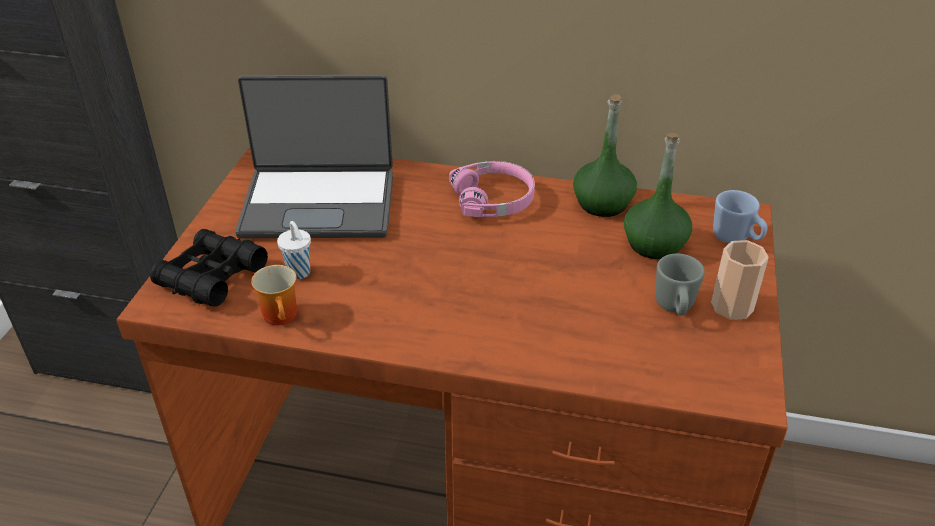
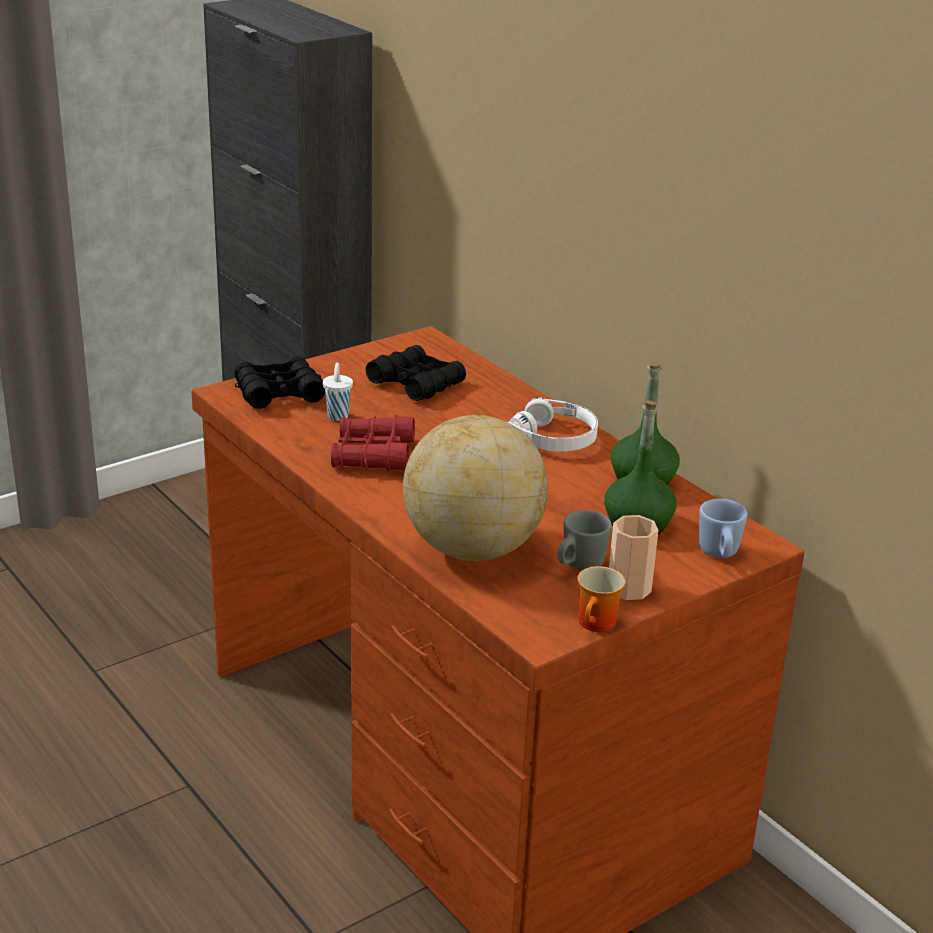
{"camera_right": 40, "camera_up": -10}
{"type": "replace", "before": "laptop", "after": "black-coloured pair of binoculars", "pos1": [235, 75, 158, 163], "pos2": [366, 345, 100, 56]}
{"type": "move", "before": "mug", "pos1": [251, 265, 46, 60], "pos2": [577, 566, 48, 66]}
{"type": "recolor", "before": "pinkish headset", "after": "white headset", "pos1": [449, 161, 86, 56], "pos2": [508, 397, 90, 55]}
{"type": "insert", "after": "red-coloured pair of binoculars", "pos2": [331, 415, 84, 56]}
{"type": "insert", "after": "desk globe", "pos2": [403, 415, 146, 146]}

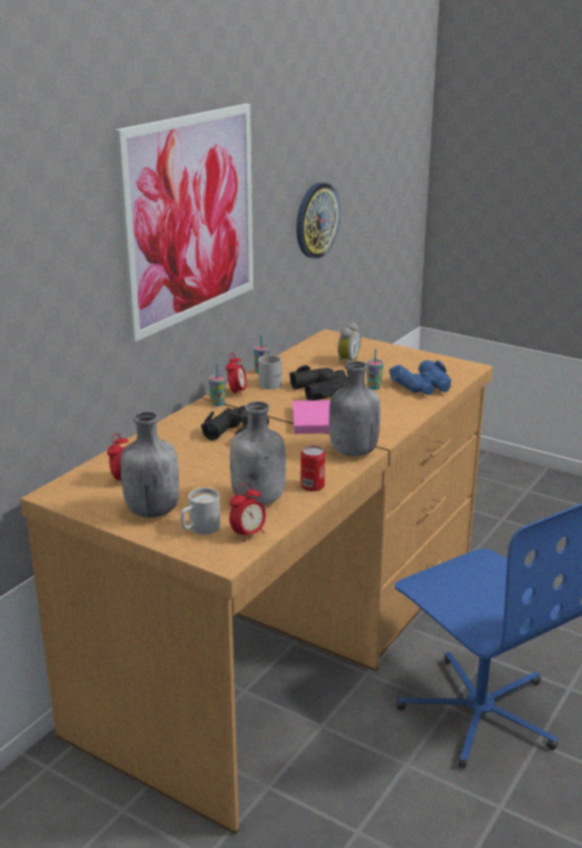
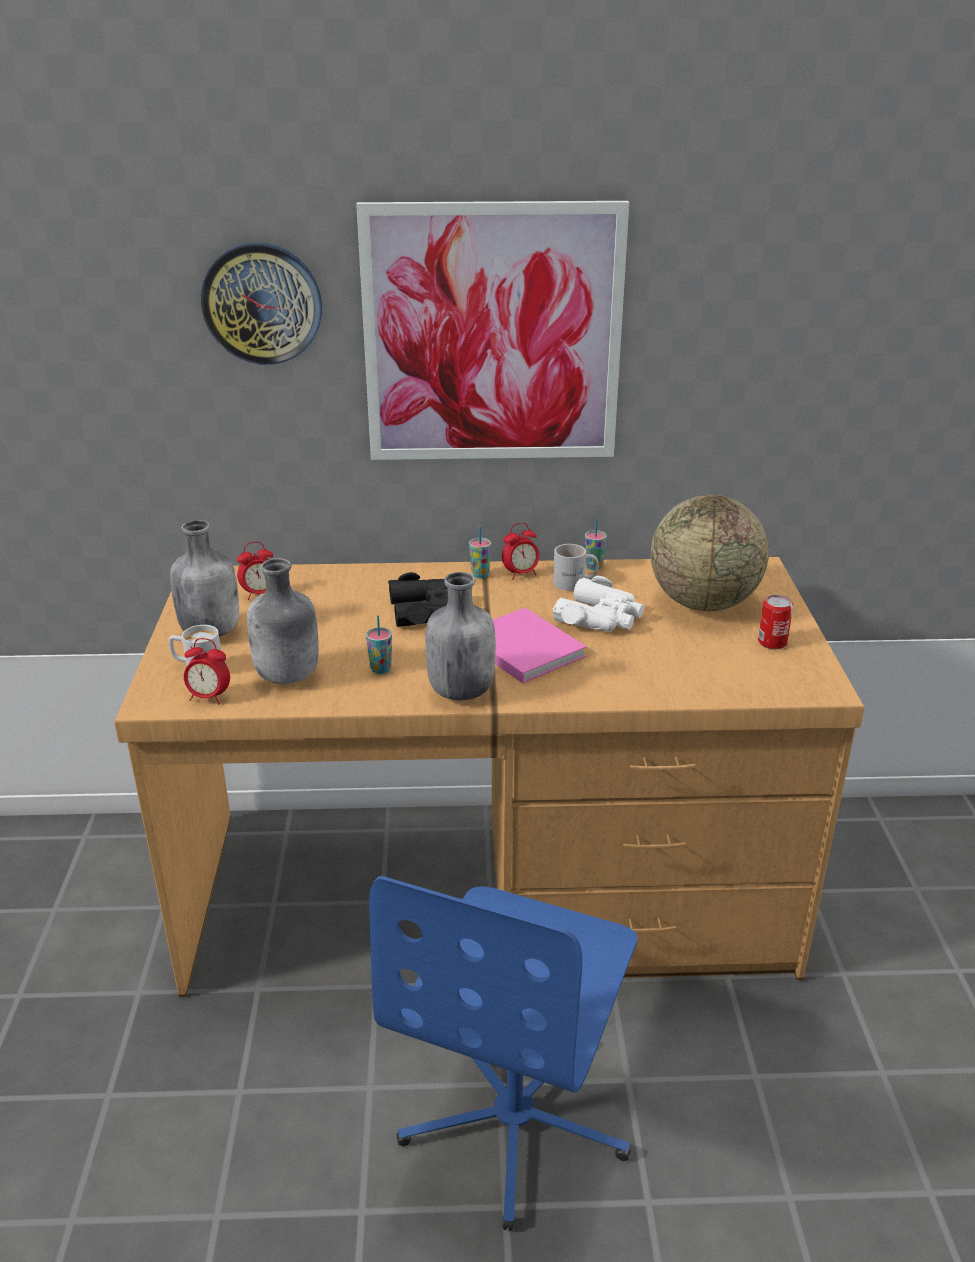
{"camera_right": 55, "camera_up": 5}
{"type": "recolor", "before": "black-coloured pair of binoculars", "after": "white pair of binoculars", "pos1": [289, 365, 58, 36], "pos2": [553, 576, 91, 56]}
{"type": "move", "before": "clock on the wall", "pos1": [296, 182, 44, 77], "pos2": [201, 243, 121, 122]}
{"type": "move", "before": "sealed can", "pos1": [301, 446, 24, 46], "pos2": [758, 595, 35, 54]}
{"type": "replace", "before": "bedside clock", "after": "desk globe", "pos1": [338, 323, 23, 40], "pos2": [651, 495, 118, 116]}
{"type": "move", "before": "drinking cup", "pos1": [367, 349, 17, 41], "pos2": [366, 615, 26, 59]}
{"type": "delete", "before": "blue-coloured pair of binoculars", "pos1": [389, 360, 62, 35]}

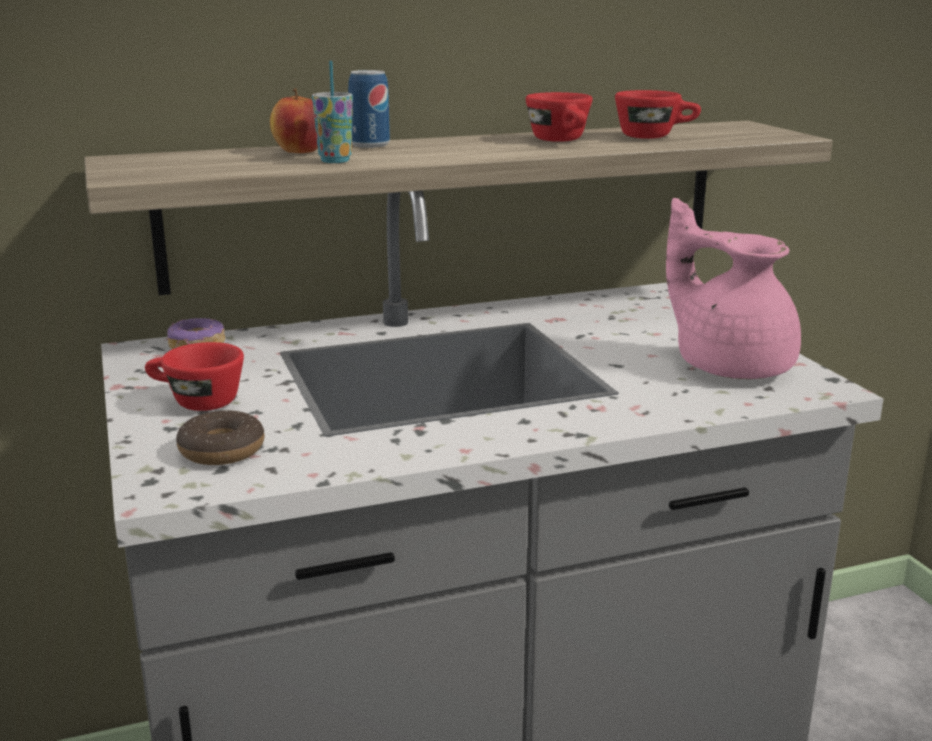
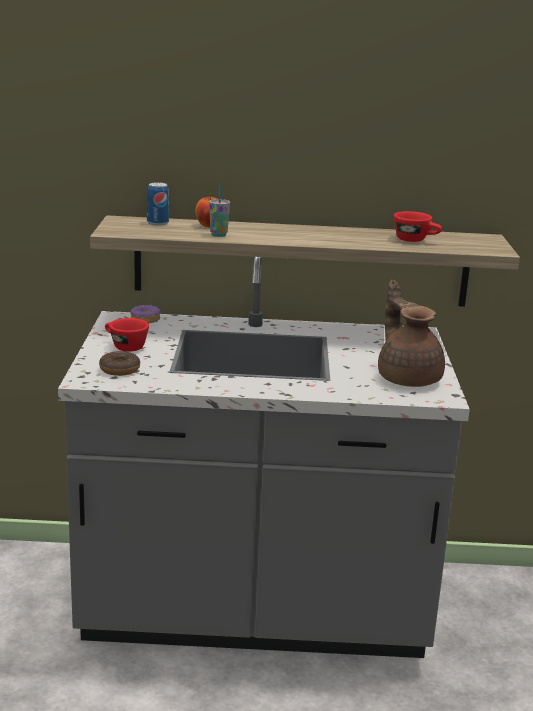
{"camera_right": 20, "camera_up": 0}
{"type": "move", "before": "sealed can", "pos1": [348, 70, 42, 78], "pos2": [147, 182, 22, 44]}
{"type": "delete", "before": "red-coloured drinking cup", "pos1": [526, 92, 66, 50]}
{"type": "recolor", "before": "pinkish pot for tea", "after": "brown pot for tea", "pos1": [666, 198, 135, 181], "pos2": [378, 280, 67, 107]}

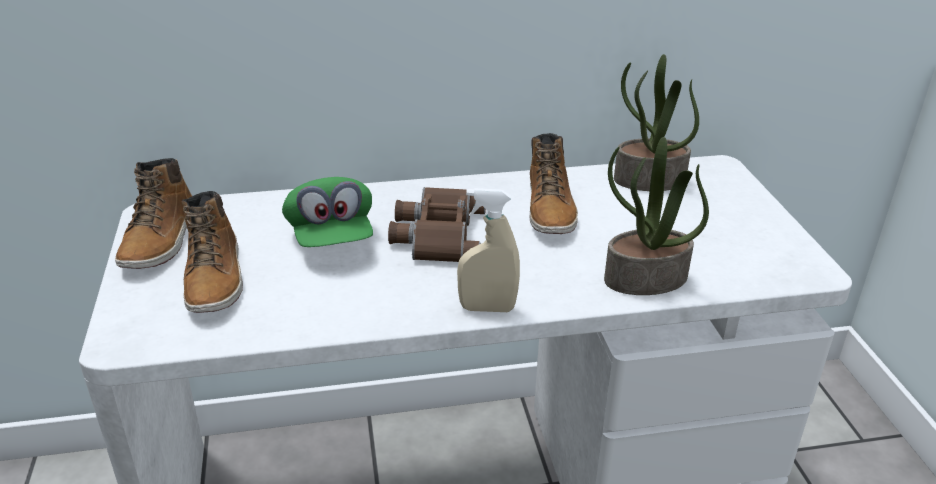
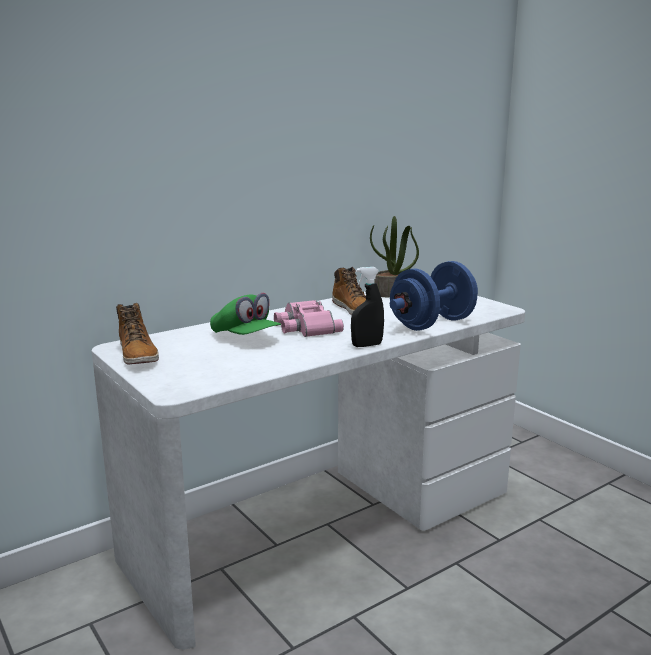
{"camera_right": -25, "camera_up": -15}
{"type": "delete", "before": "high-top boot", "pos1": [181, 191, 62, 122]}
{"type": "recolor", "before": "brown pair of binoculars", "after": "pinkish pair of binoculars", "pos1": [388, 187, 98, 75], "pos2": [274, 300, 70, 37]}
{"type": "recolor", "before": "beige-coloured sprayer", "after": "black-coloured sprayer", "pos1": [457, 188, 63, 124], "pos2": [351, 267, 33, 80]}
{"type": "replace", "before": "houseplant", "after": "blue-coloured free weight", "pos1": [604, 137, 105, 158], "pos2": [390, 261, 88, 70]}

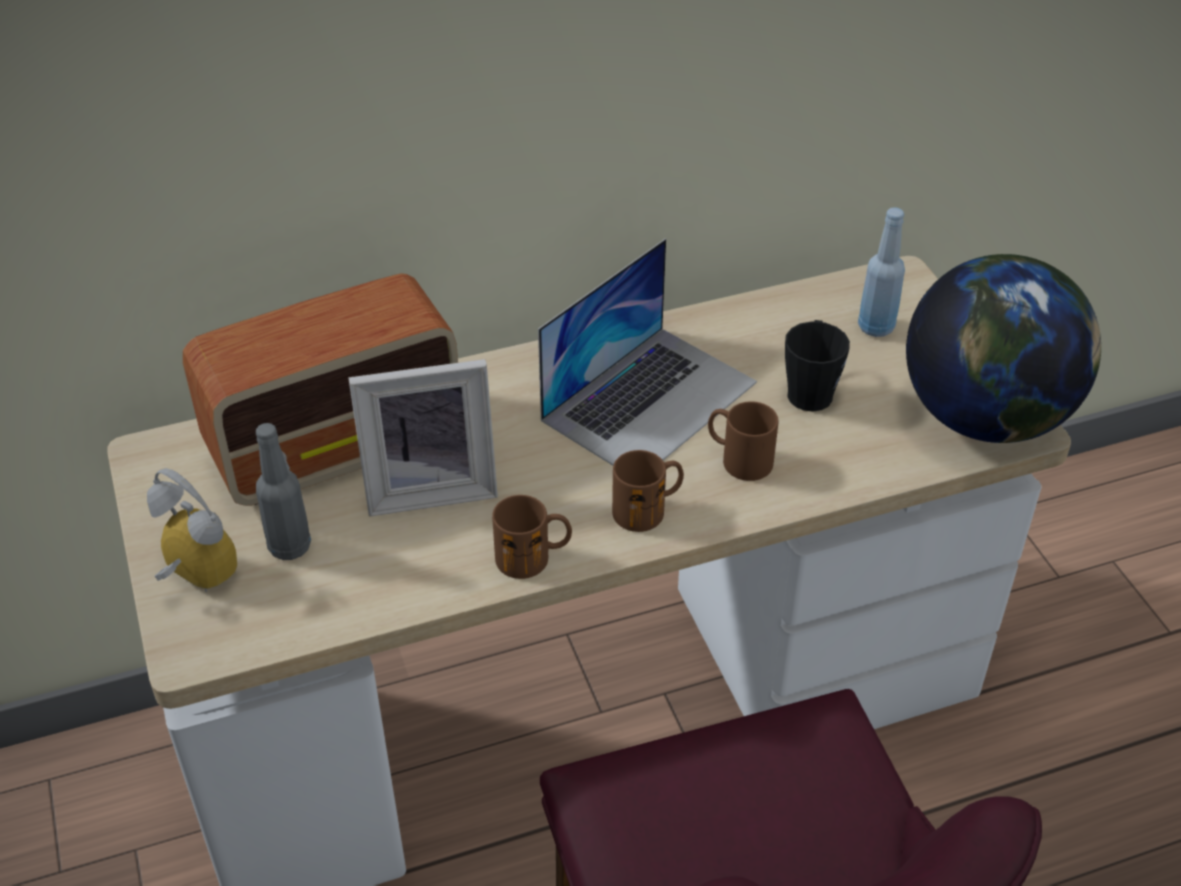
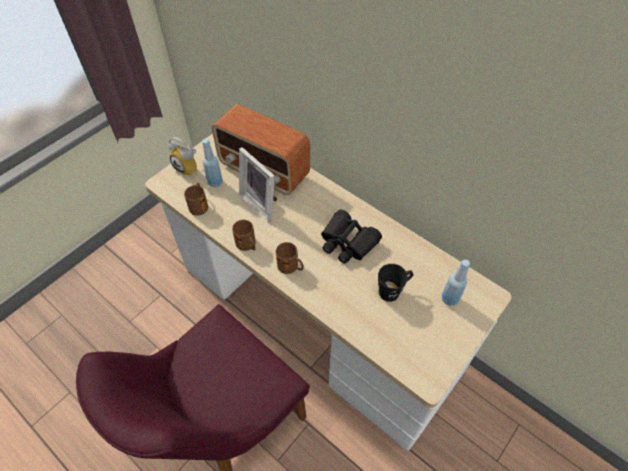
{"camera_right": 60, "camera_up": 10}
{"type": "rotate", "before": "bedside clock", "pos1": [147, 468, 90, 124], "pos2": [168, 137, 30, 40], "turn": 120}
{"type": "recolor", "before": "grey bottle", "after": "blue-coloured bottle", "pos1": [256, 423, 55, 137], "pos2": [202, 138, 21, 49]}
{"type": "replace", "before": "laptop", "after": "black-coloured pair of binoculars", "pos1": [538, 239, 219, 226], "pos2": [321, 209, 61, 55]}
{"type": "move", "before": "brown mug", "pos1": [708, 401, 70, 80], "pos2": [184, 183, 24, 33]}
{"type": "delete", "before": "desk globe", "pos1": [906, 254, 195, 189]}

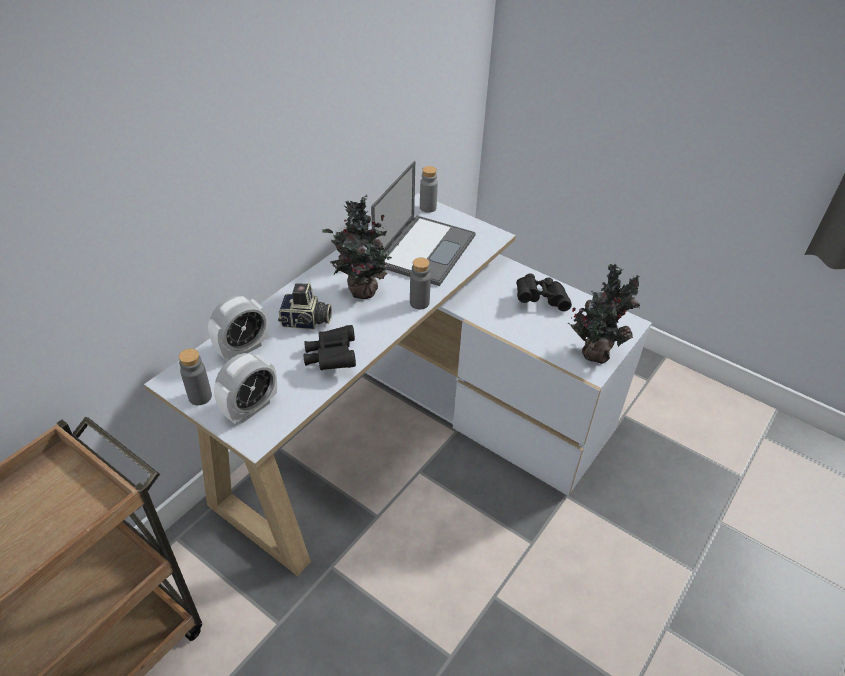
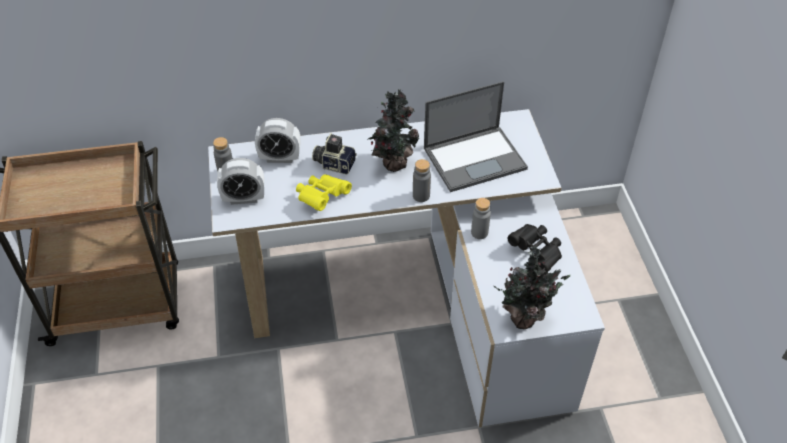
{"camera_right": 45, "camera_up": 5}
{"type": "rotate", "before": "still camera", "pos1": [278, 282, 54, 48], "pos2": [312, 133, 45, 41], "turn": 150}
{"type": "recolor", "before": "black-coloured pair of binoculars", "after": "yellowish pair of binoculars", "pos1": [304, 325, 52, 46], "pos2": [296, 174, 56, 37]}
{"type": "move", "before": "grey bottle", "pos1": [420, 166, 18, 47], "pos2": [471, 198, 20, 41]}

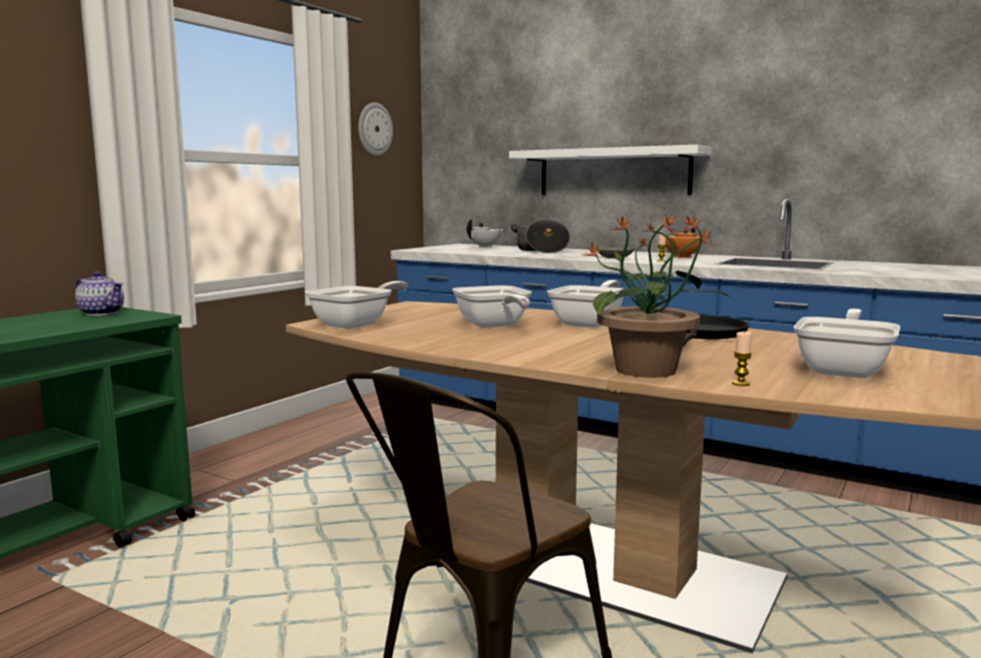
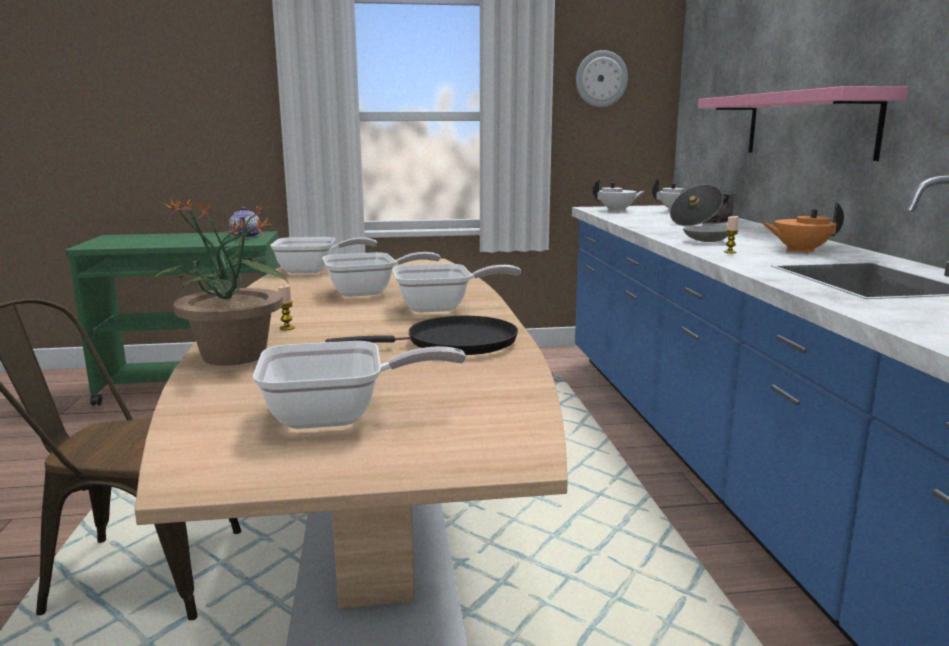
{"camera_right": 50, "camera_up": 5}
{"type": "rotate", "before": "frying pan", "pos1": [452, 285, 80, 43], "pos2": [322, 252, 118, 45], "turn": -135}
{"type": "recolor", "before": "white bracket shelf", "after": "pinkish bracket shelf", "pos1": [509, 145, 202, 50], "pos2": [698, 86, 210, 75]}
{"type": "move", "before": "wax light", "pos1": [732, 331, 20, 55], "pos2": [278, 285, 17, 45]}
{"type": "insert", "after": "white pot for tea", "pos2": [593, 178, 51, 34]}

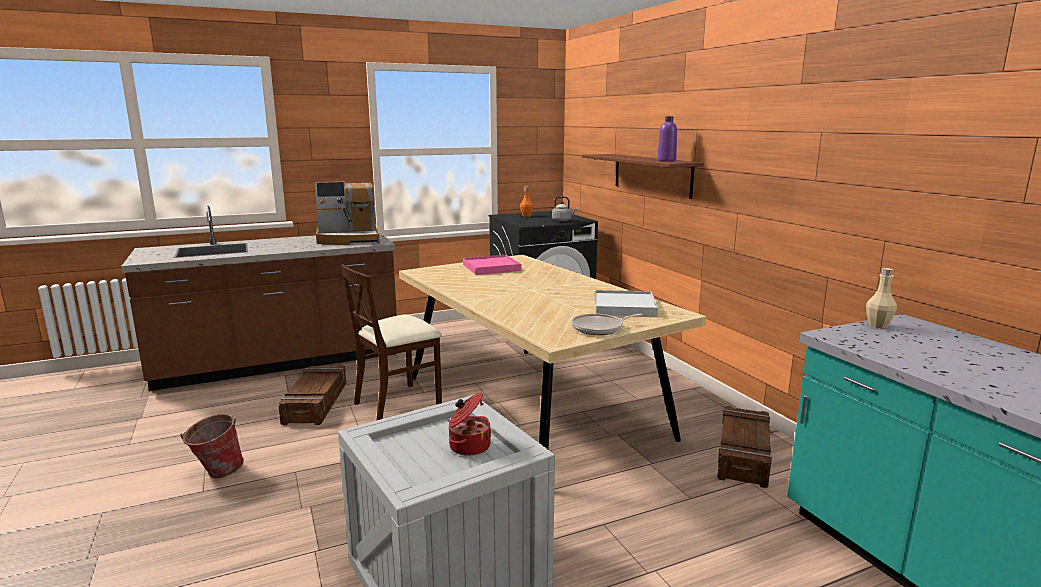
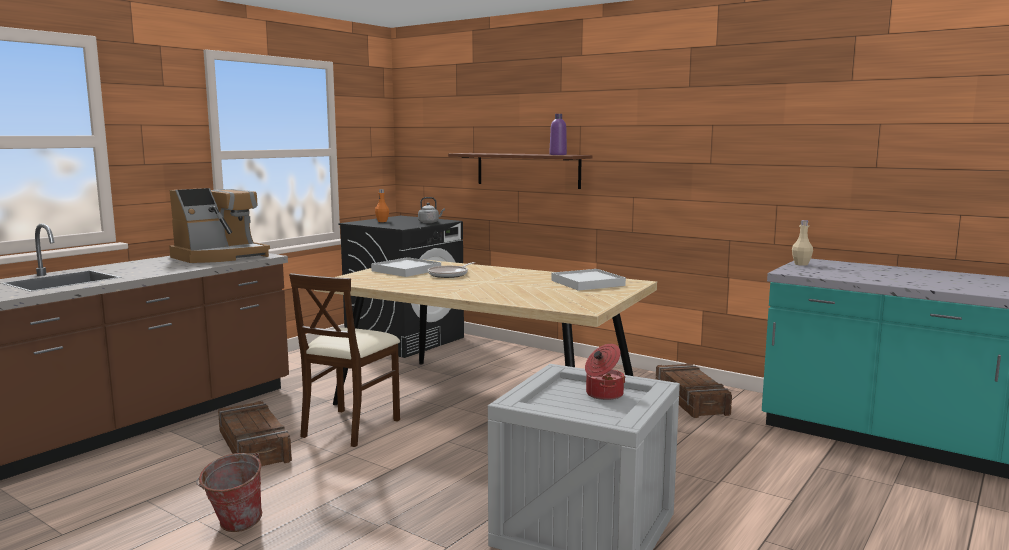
{"camera_right": -30, "camera_up": -5}
{"type": "recolor", "before": "pinkish carrying tray", "after": "white carrying tray", "pos1": [463, 255, 58, 20], "pos2": [371, 257, 70, 20]}
{"type": "move", "before": "frying pan", "pos1": [571, 314, 72, 21], "pos2": [428, 262, 47, 16]}

